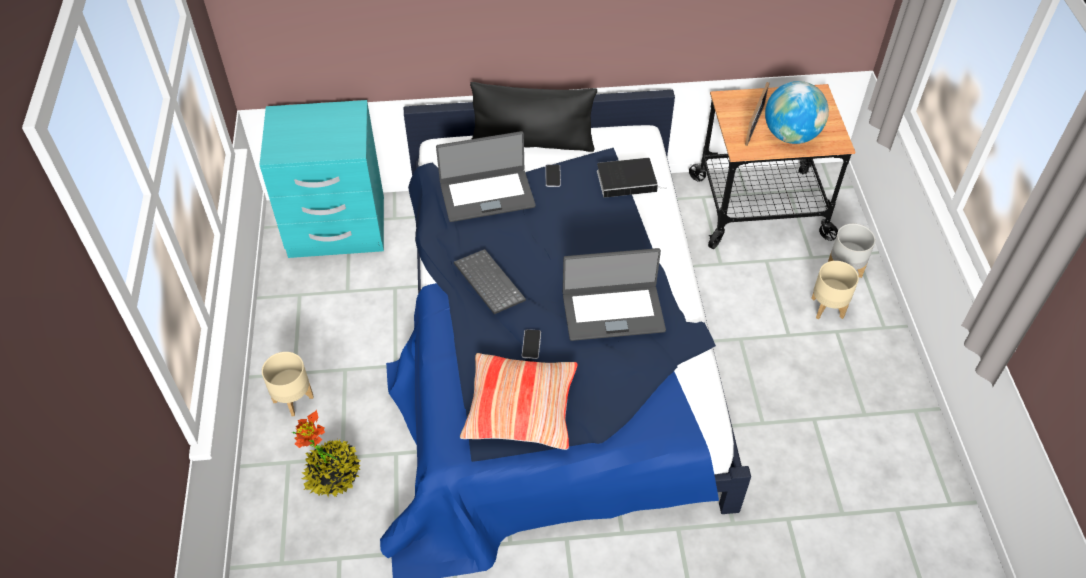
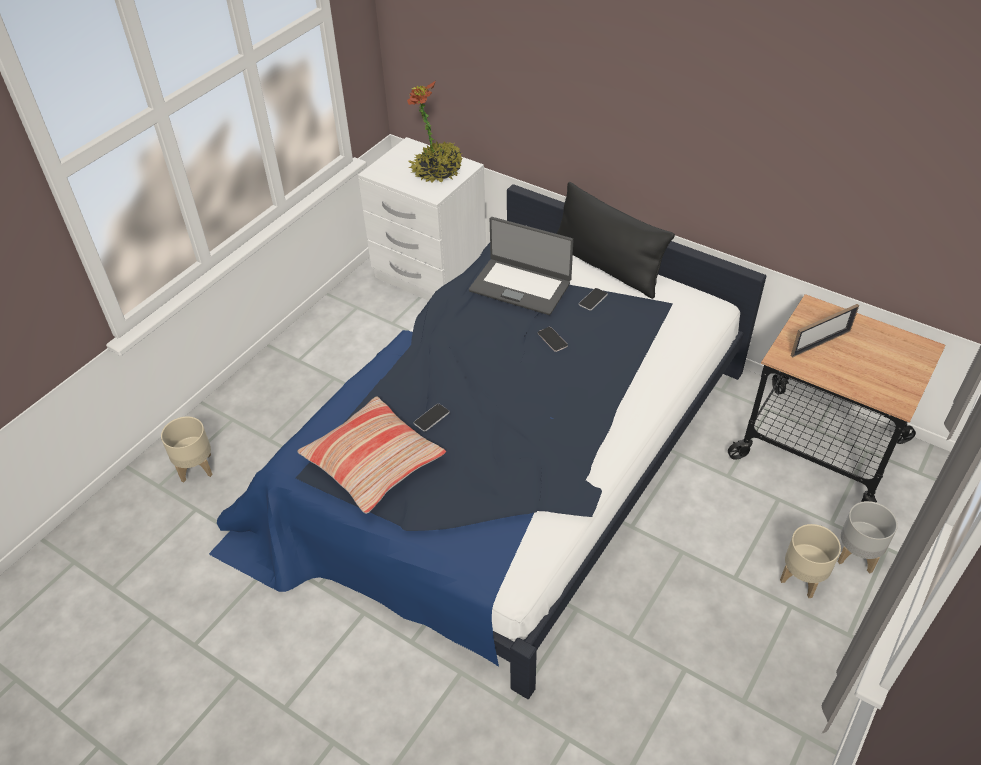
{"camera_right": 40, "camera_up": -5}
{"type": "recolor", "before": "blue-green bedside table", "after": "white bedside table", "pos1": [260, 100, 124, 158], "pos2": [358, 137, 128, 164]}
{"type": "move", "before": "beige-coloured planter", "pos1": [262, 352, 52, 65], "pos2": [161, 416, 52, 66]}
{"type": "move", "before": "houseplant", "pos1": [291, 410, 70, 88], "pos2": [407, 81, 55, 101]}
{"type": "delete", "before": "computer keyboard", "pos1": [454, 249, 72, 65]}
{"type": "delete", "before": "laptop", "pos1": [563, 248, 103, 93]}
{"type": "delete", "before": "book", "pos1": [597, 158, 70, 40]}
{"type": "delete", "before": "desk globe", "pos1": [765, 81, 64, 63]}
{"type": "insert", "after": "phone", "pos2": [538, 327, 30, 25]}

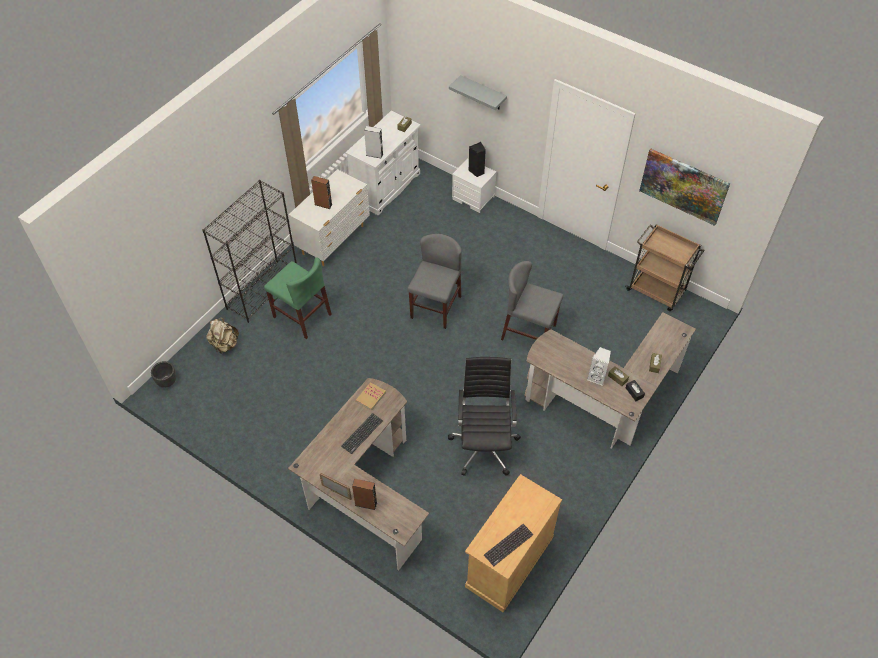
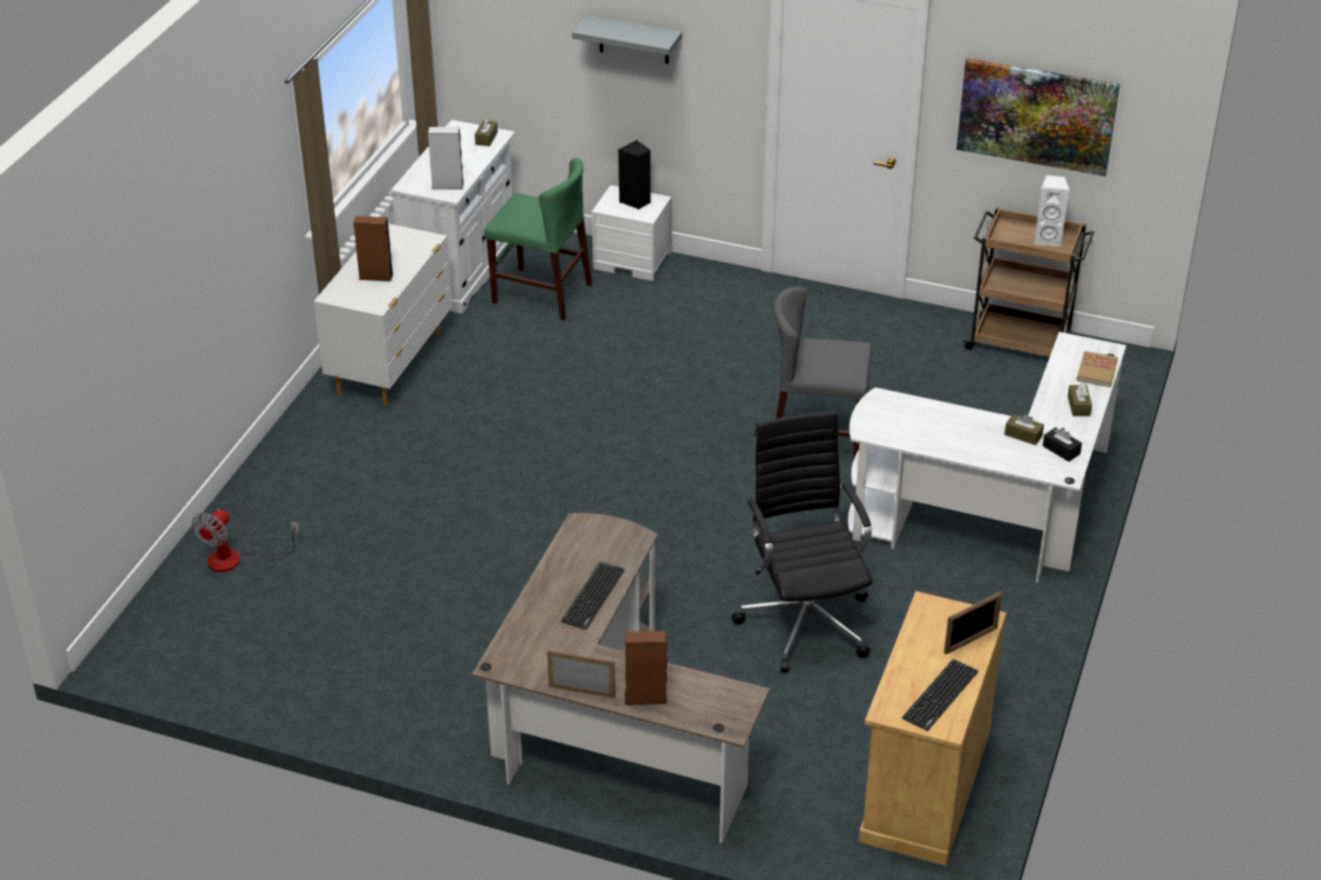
{"camera_right": -15, "camera_up": -15}
{"type": "delete", "before": "black-coloured planter", "pos1": [151, 361, 25, 27]}
{"type": "delete", "before": "black-coloured shelving unit", "pos1": [202, 180, 95, 143]}
{"type": "replace", "before": "beige-coloured rucksack", "after": "cooling fan", "pos1": [206, 318, 33, 36], "pos2": [192, 509, 108, 63]}
{"type": "move", "before": "green chair", "pos1": [264, 257, 68, 82], "pos2": [484, 158, 108, 163]}
{"type": "move", "before": "book", "pos1": [356, 382, 30, 29], "pos2": [1077, 351, 41, 36]}
{"type": "delete", "before": "grey chair", "pos1": [407, 234, 55, 95]}
{"type": "recolor", "before": "brown desk table", "after": "white desk table", "pos1": [525, 312, 171, 137], "pos2": [848, 332, 278, 251]}
{"type": "move", "before": "white loudspeaker", "pos1": [587, 347, 24, 39], "pos2": [1034, 175, 36, 71]}
{"type": "insert", "after": "standing frame", "pos2": [944, 591, 58, 63]}

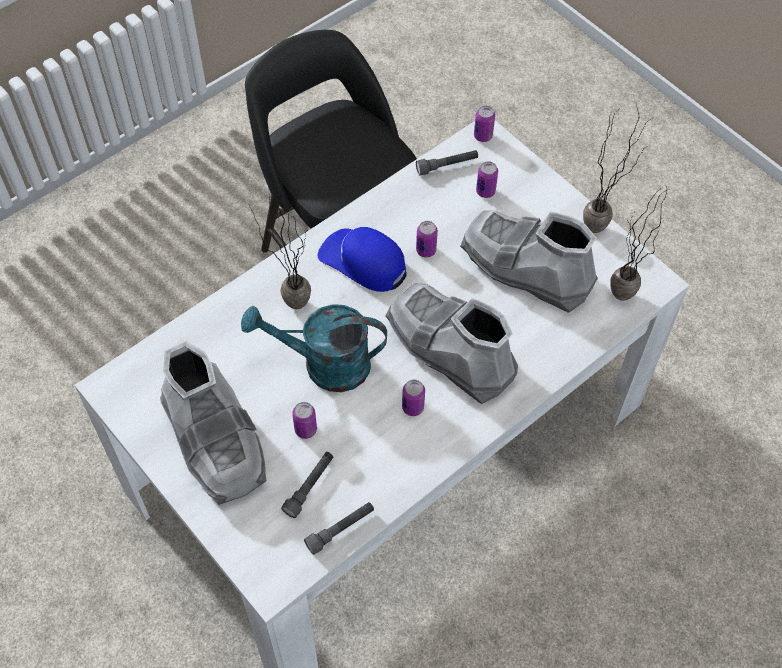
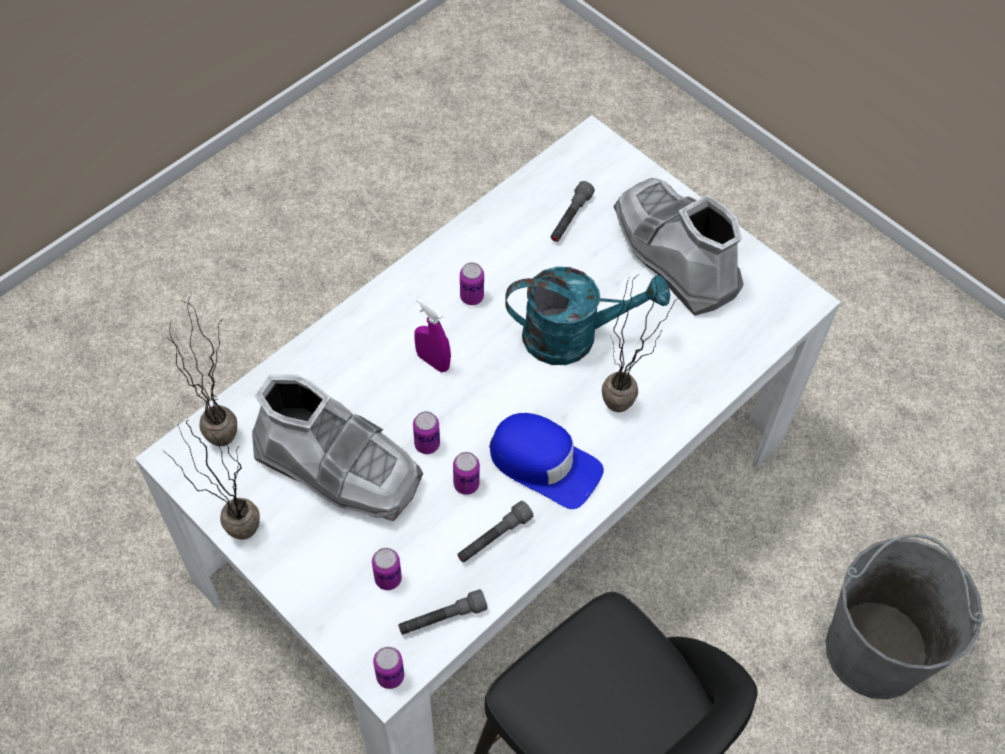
{"camera_right": 175, "camera_up": 0}
{"type": "move", "before": "sealed can", "pos1": [292, 402, 25, 37], "pos2": [413, 411, 27, 43]}
{"type": "move", "before": "grey hand torch", "pos1": [304, 502, 70, 53], "pos2": [457, 501, 77, 62]}
{"type": "replace", "before": "grey high-top boot", "after": "purple sprayer", "pos1": [386, 283, 132, 121], "pos2": [414, 298, 37, 74]}
{"type": "insert", "after": "grey pail", "pos2": [825, 534, 159, 165]}

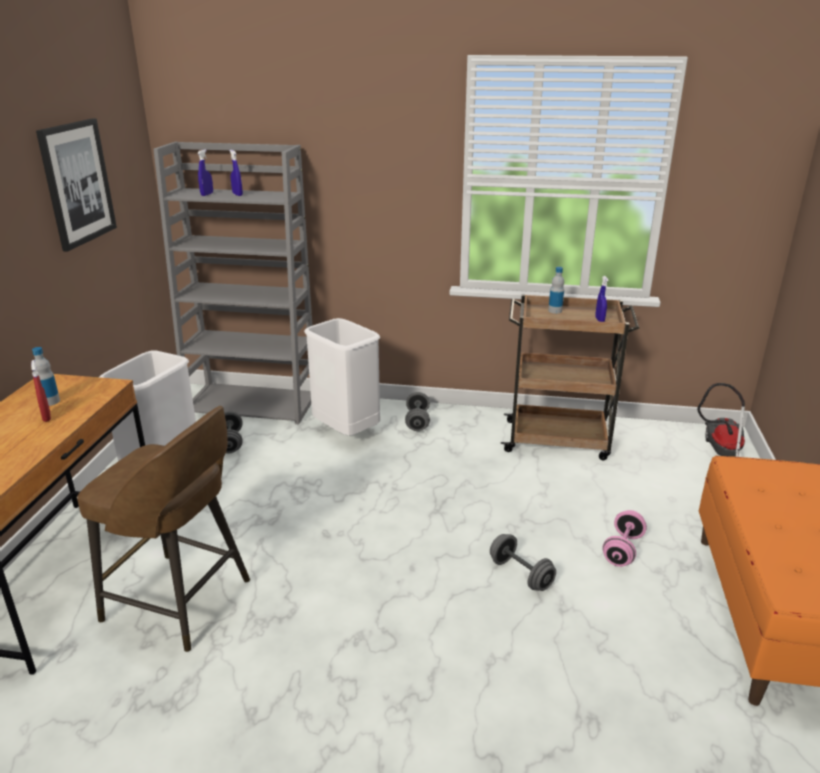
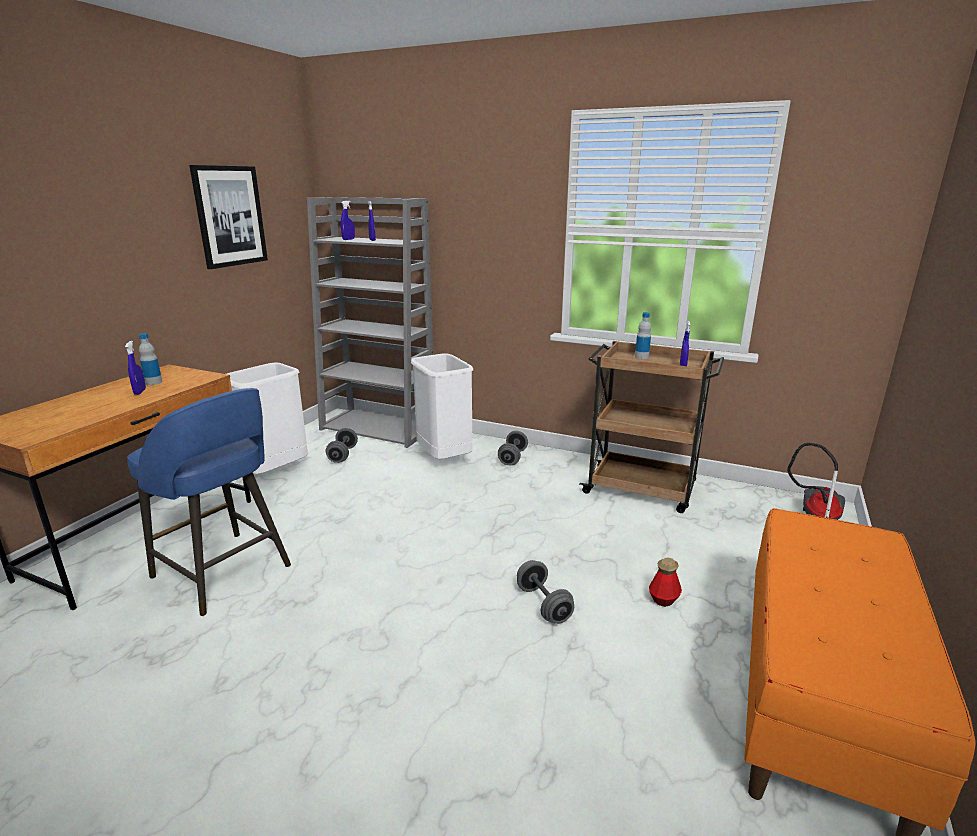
{"camera_right": 15, "camera_up": -5}
{"type": "recolor", "before": "red-coloured sprayer", "after": "blue-coloured sprayer", "pos1": [31, 360, 20, 62], "pos2": [125, 341, 21, 54]}
{"type": "recolor", "before": "brown stool", "after": "blue-coloured stool", "pos1": [77, 406, 173, 246], "pos2": [127, 388, 164, 228]}
{"type": "replace", "before": "pinkish free weight", "after": "bottle", "pos1": [602, 510, 45, 57], "pos2": [649, 557, 33, 50]}

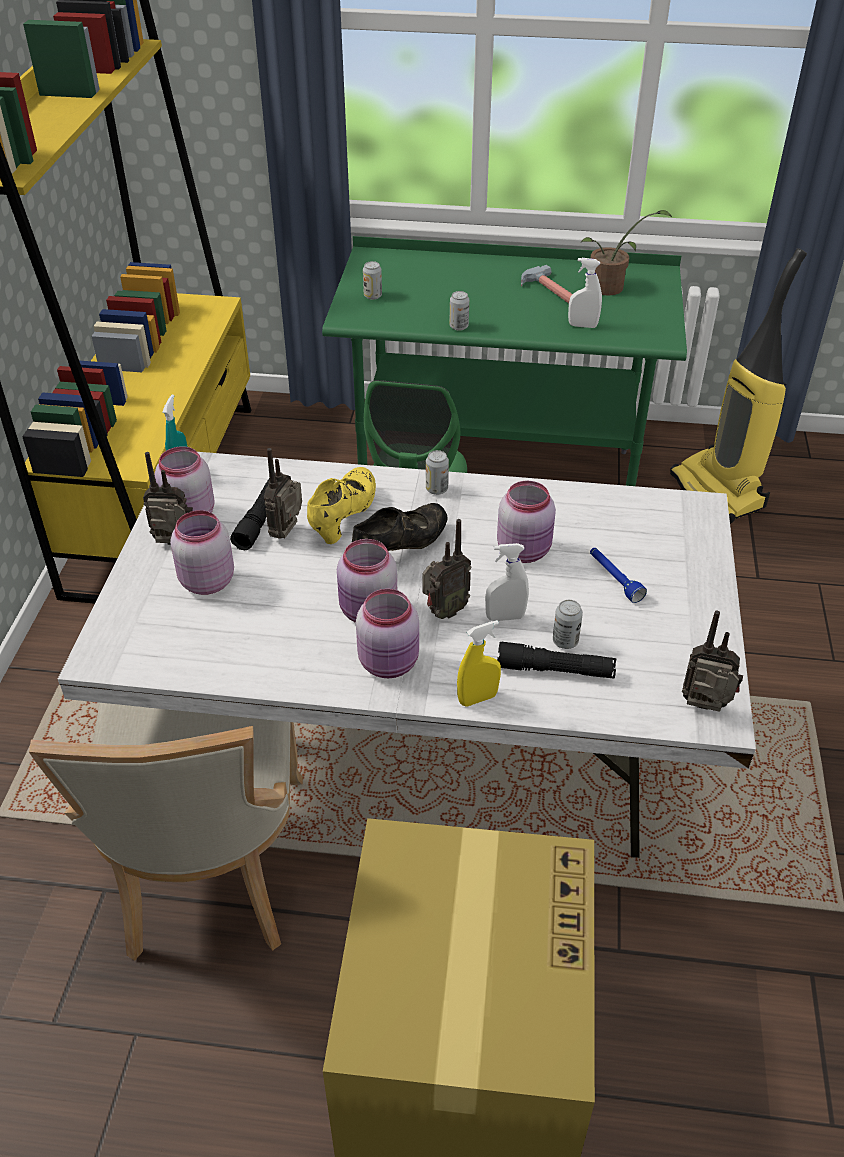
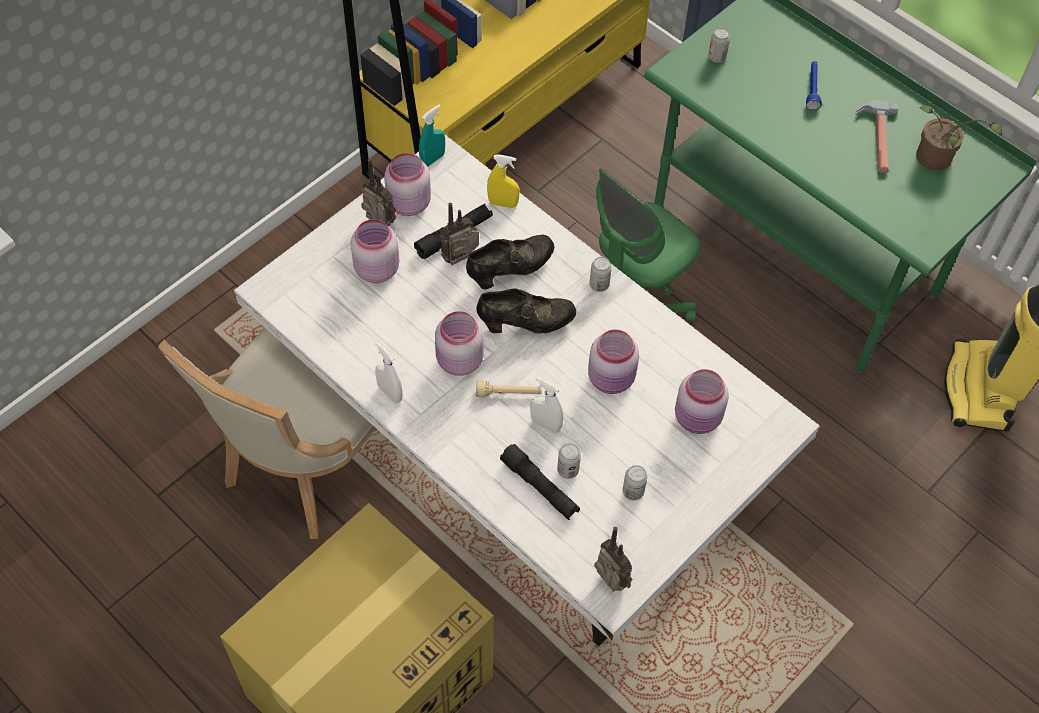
{"camera_right": 35, "camera_up": 15}
{"type": "recolor", "before": "yellowish low shoe", "after": "black-coloured low shoe", "pos1": [307, 467, 69, 77], "pos2": [466, 235, 88, 54]}
{"type": "move", "before": "pinkish jar", "pos1": [356, 589, 63, 89], "pos2": [675, 369, 54, 65]}
{"type": "replace", "before": "radio set", "after": "beige-coloured hand torch", "pos1": [422, 519, 49, 100], "pos2": [476, 380, 66, 17]}
{"type": "move", "before": "sealed can", "pos1": [449, 291, 20, 40], "pos2": [623, 465, 25, 36]}
{"type": "move", "before": "yellowish sprayer", "pos1": [457, 620, 44, 86], "pos2": [487, 154, 33, 54]}
{"type": "move", "before": "white sprayer", "pos1": [568, 258, 34, 70], "pos2": [375, 342, 28, 61]}
{"type": "move", "before": "blue-coloured hand torch", "pos1": [590, 548, 57, 55], "pos2": [806, 61, 15, 49]}

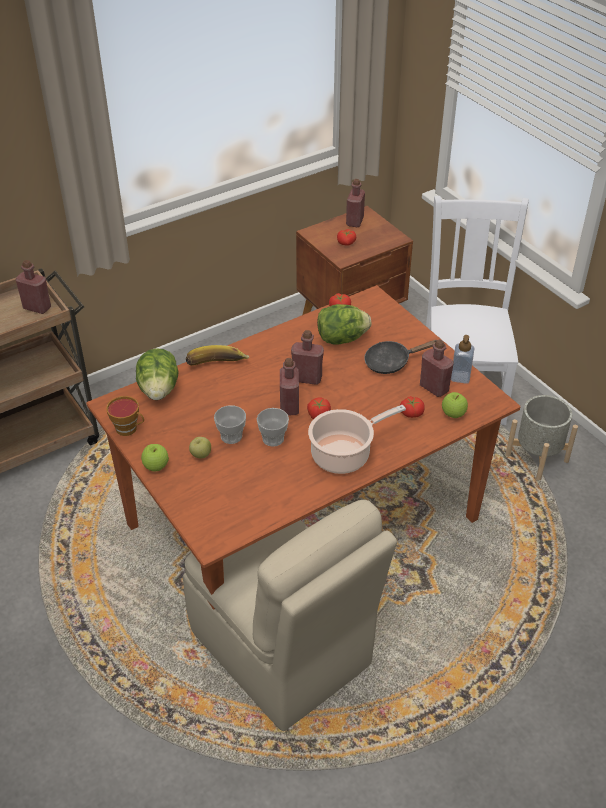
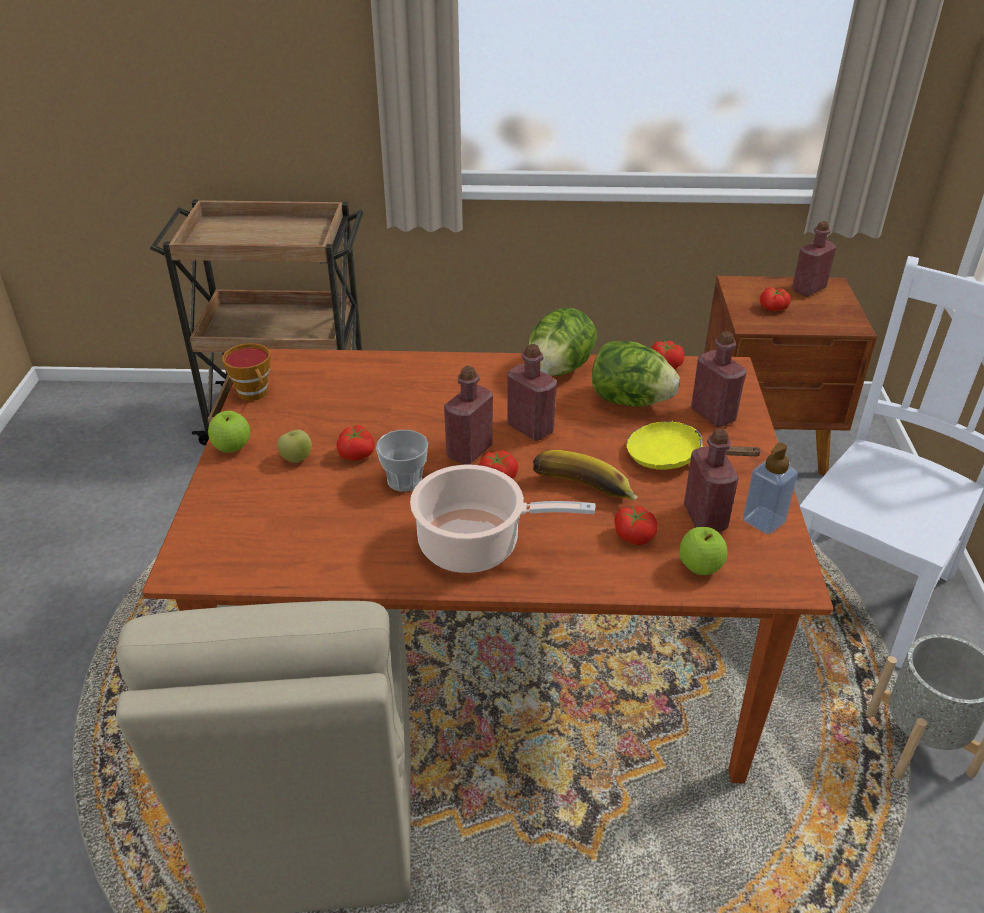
{"camera_right": 35, "camera_up": -5}
{"type": "move", "before": "red-coloured bottle", "pos1": [15, 260, 36, 54], "pos2": [691, 331, 56, 96]}
{"type": "move", "before": "head of lettuce", "pos1": [136, 348, 43, 52], "pos2": [528, 308, 69, 68]}
{"type": "move", "before": "banana", "pos1": [186, 345, 63, 21], "pos2": [533, 450, 104, 51]}
{"type": "replace", "before": "drinking cup", "after": "fresh tomato", "pos1": [214, 405, 32, 39], "pos2": [337, 425, 38, 36]}
{"type": "recolor", "before": "black-coloured frying pan", "after": "yellowish frying pan", "pos1": [364, 340, 74, 34], "pos2": [627, 421, 136, 49]}

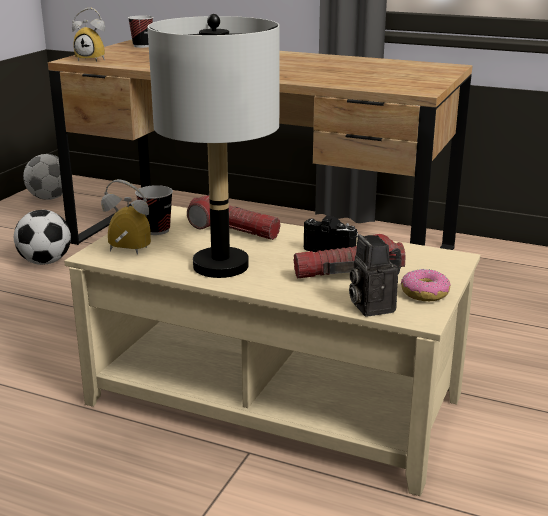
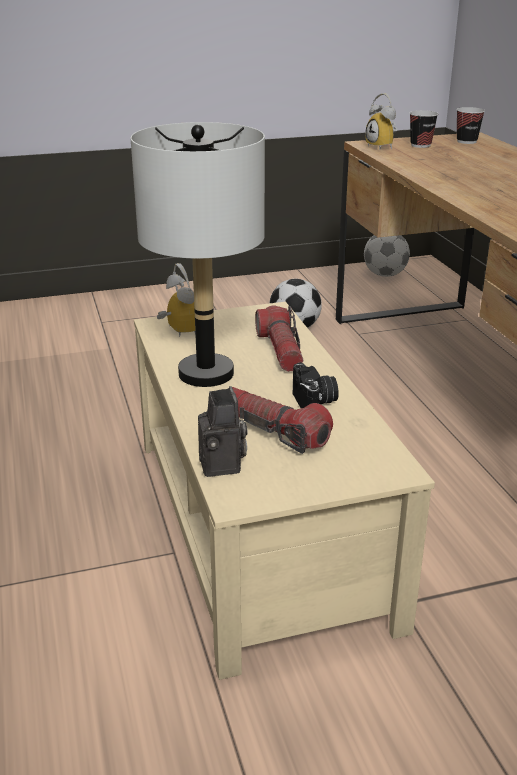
{"camera_right": 50, "camera_up": 5}
{"type": "move", "before": "drinking cup", "pos1": [135, 185, 38, 50], "pos2": [410, 110, 28, 38]}
{"type": "rotate", "before": "still camera", "pos1": [349, 234, 49, 83], "pos2": [198, 386, 50, 91], "turn": 135}
{"type": "delete", "before": "ring doughnut", "pos1": [401, 269, 49, 32]}

